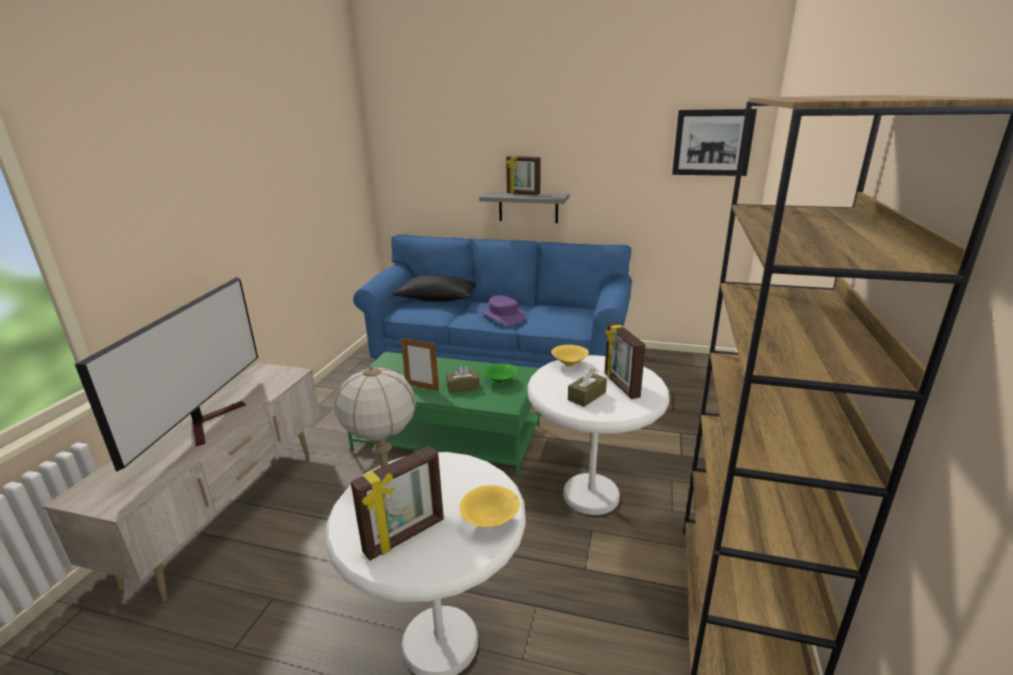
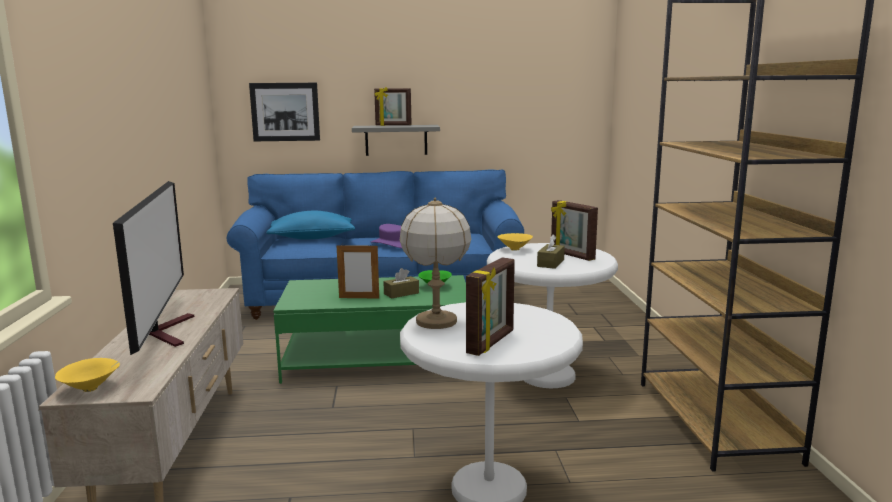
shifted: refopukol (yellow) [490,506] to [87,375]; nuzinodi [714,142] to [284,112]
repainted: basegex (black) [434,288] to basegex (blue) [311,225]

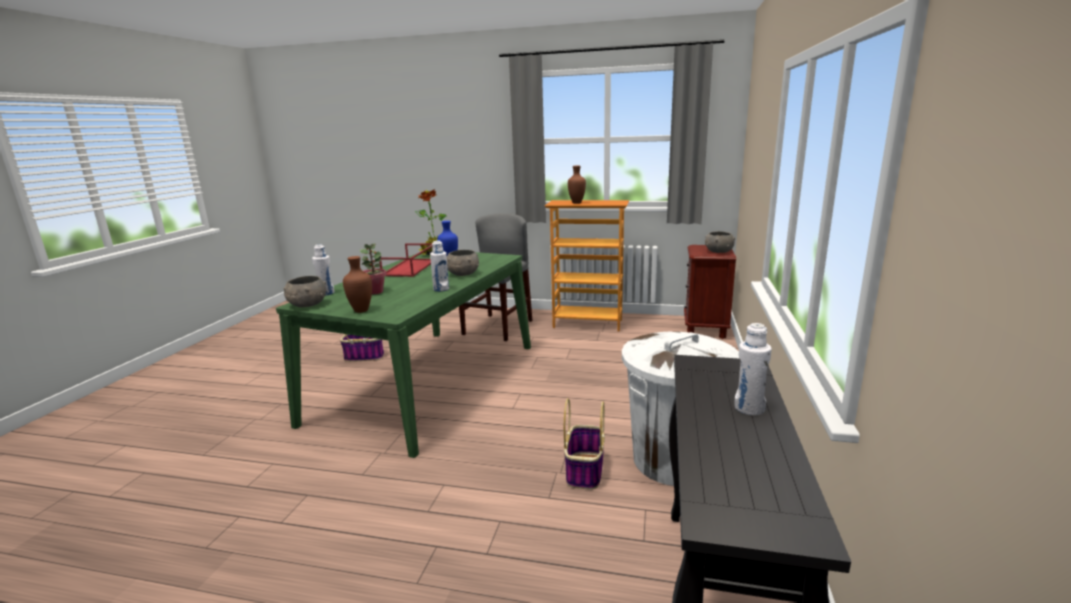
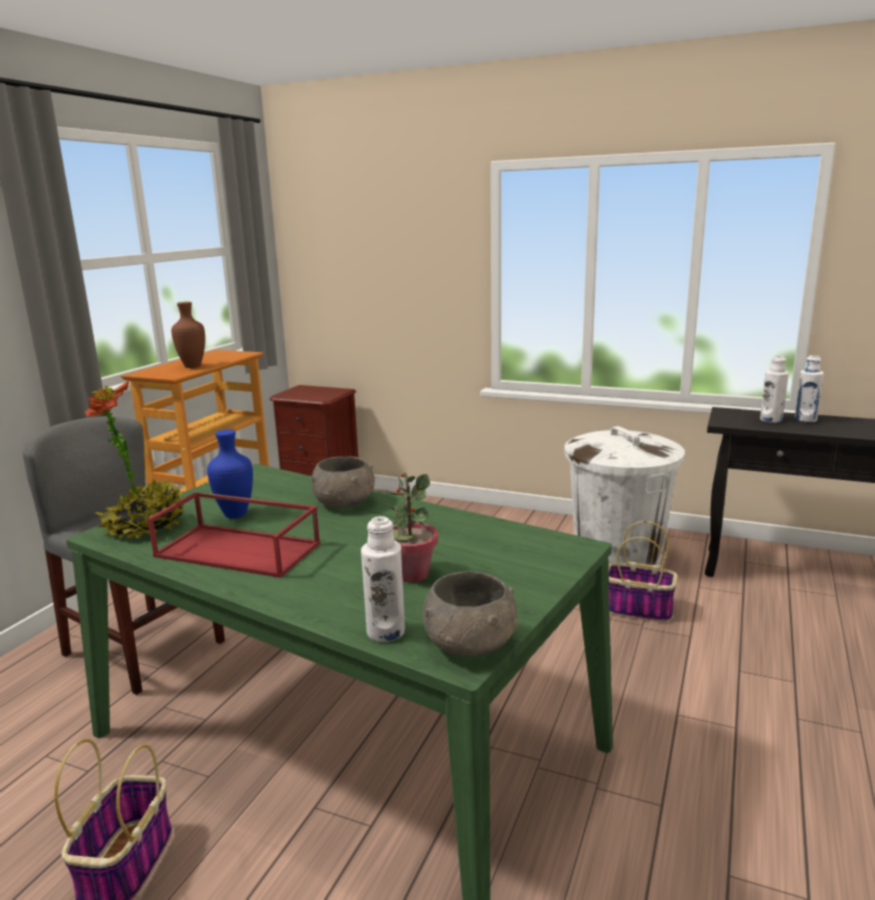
gone: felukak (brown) [357,284]; refopukol (grey) [720,242]
shifted: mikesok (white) [439,266] to [774,389]

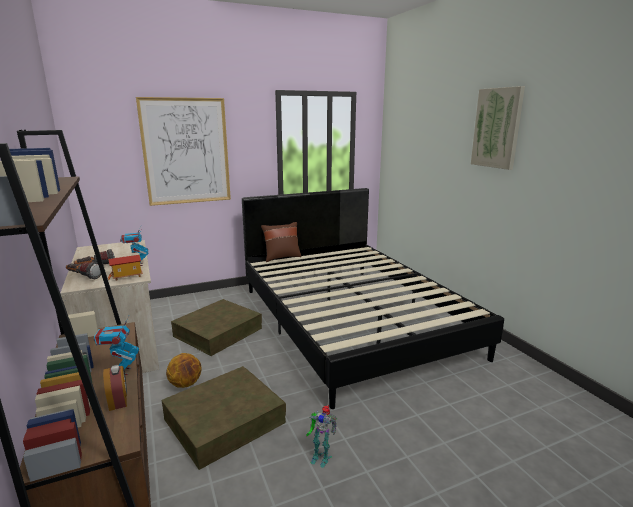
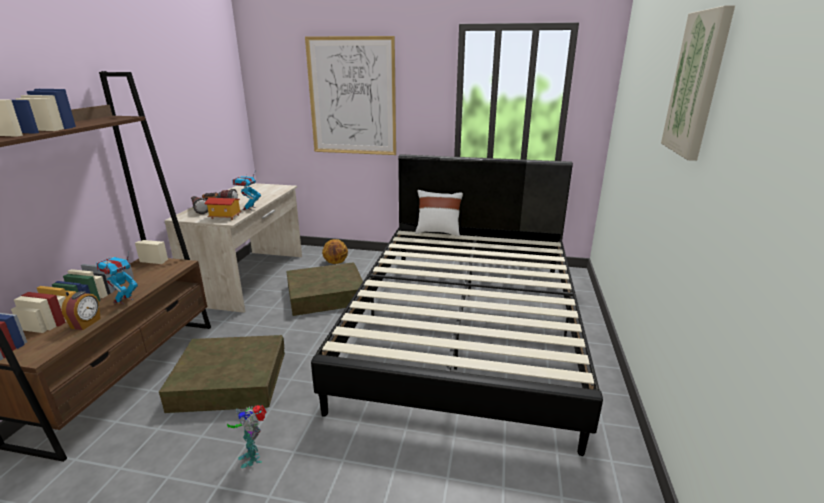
shifted: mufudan [183,370] to [335,251]
repainted: basegex (brown) [281,242] to basegex (white) [439,213]

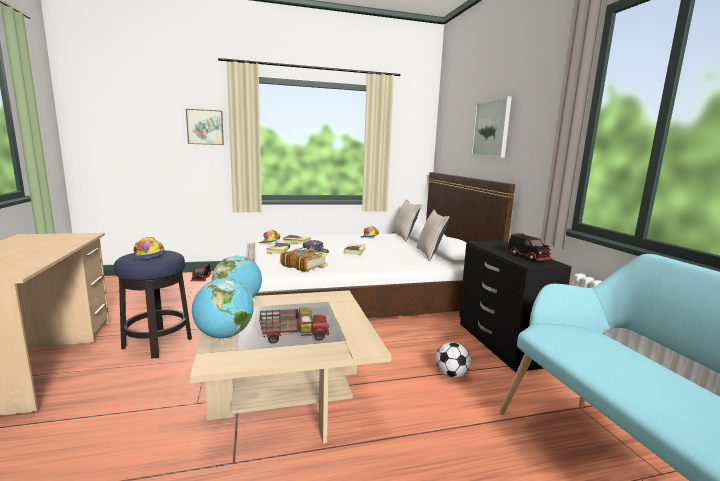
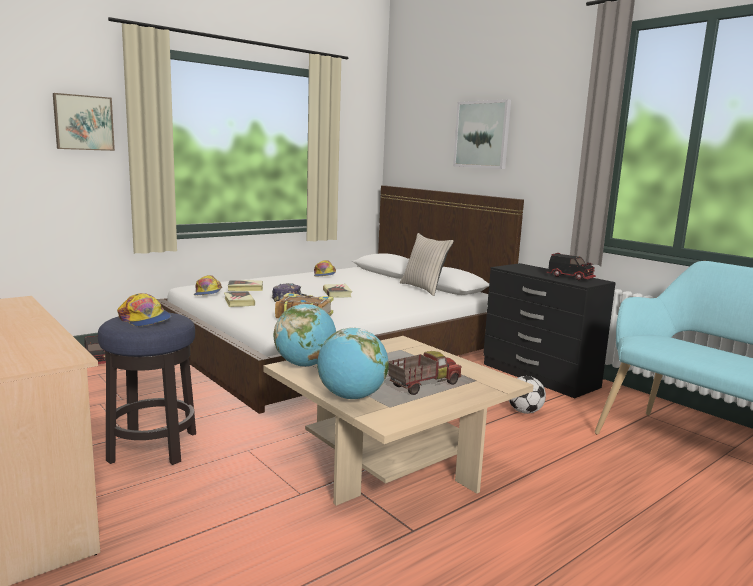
gone: basegex (beige) [407,221]

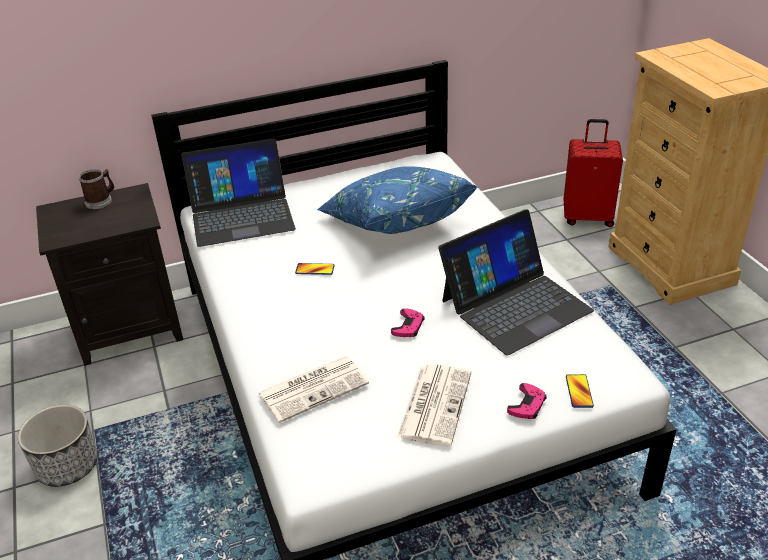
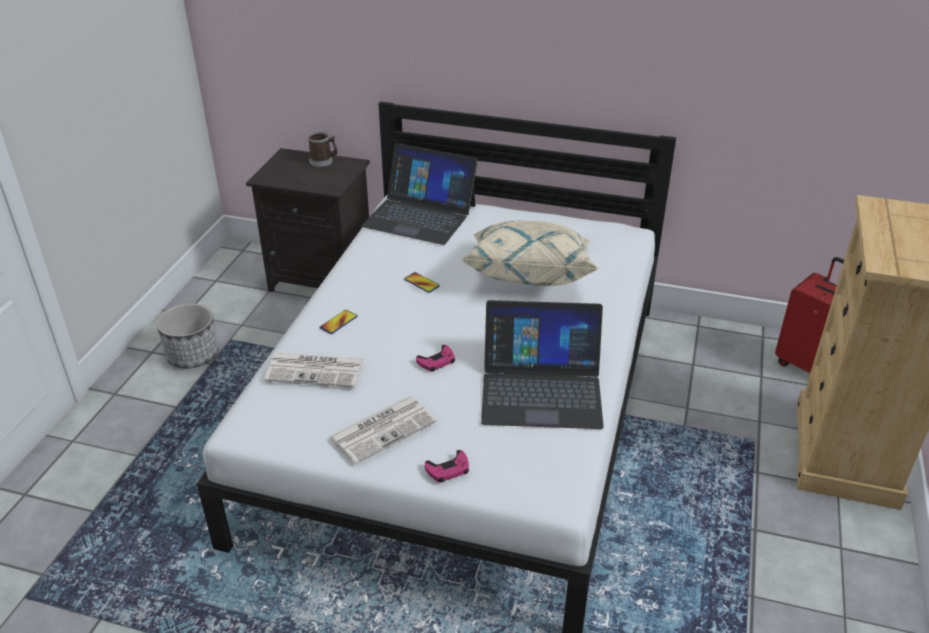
shifted: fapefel [580,391] to [338,322]
repainted: basegex (blue) [398,200] to basegex (beige) [531,253]

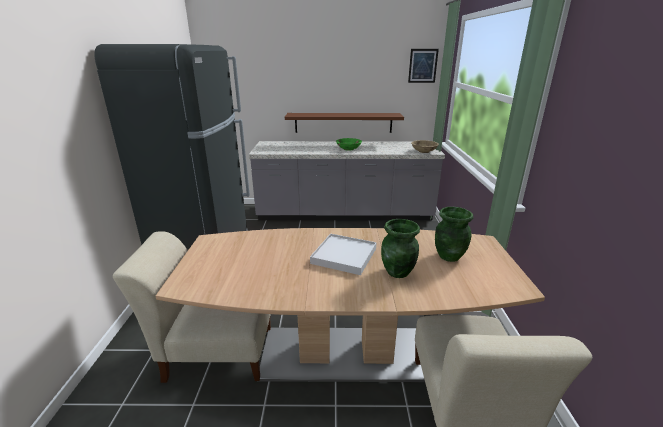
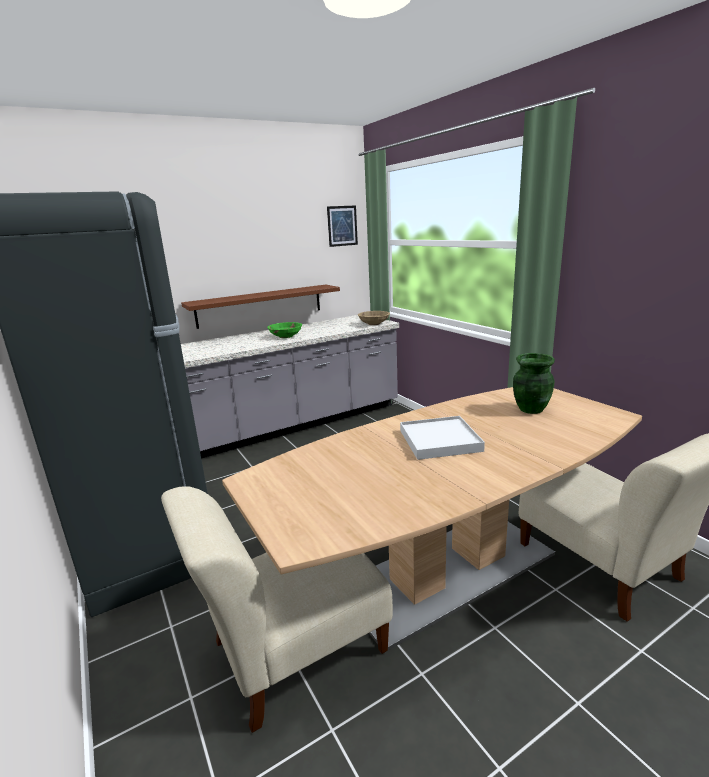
gone: felukak (green) [400,248]

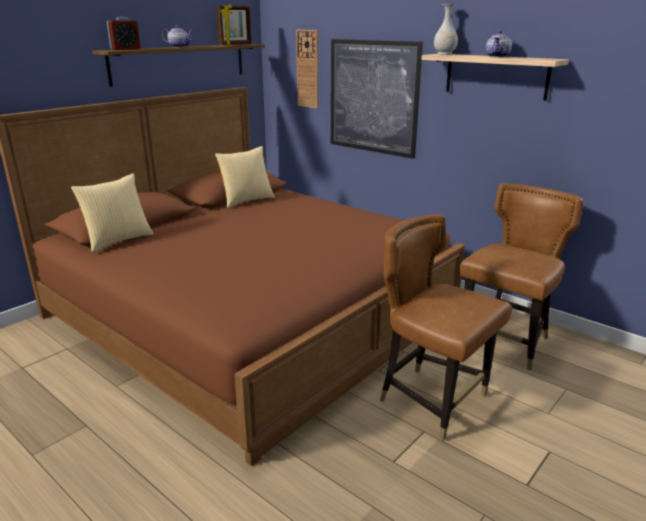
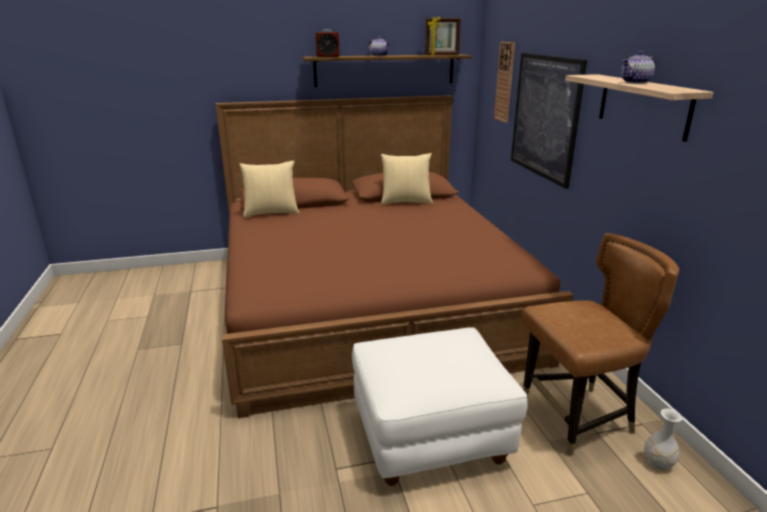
shifted: felukak (white) [446,29] to [663,439]
swapped: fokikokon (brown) [446,327] to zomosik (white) [439,406]

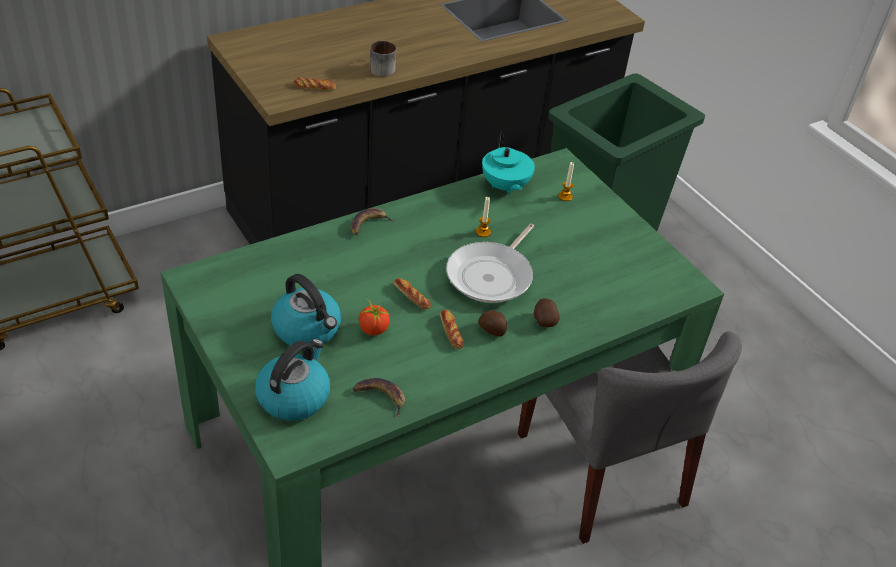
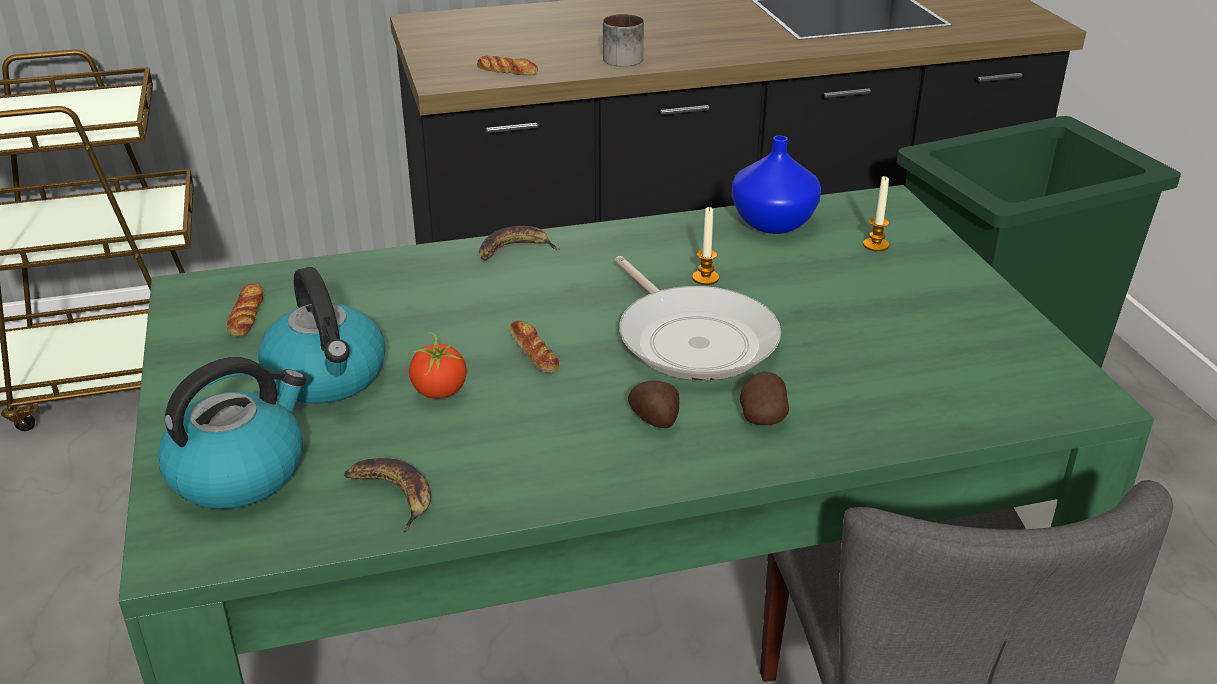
shifted: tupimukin [452,329] to [245,309]
swapped: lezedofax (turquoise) [508,163] to felukak (blue) [776,184]
rotated: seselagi [490,263] = [698,318] 75 degrees counterclockwise

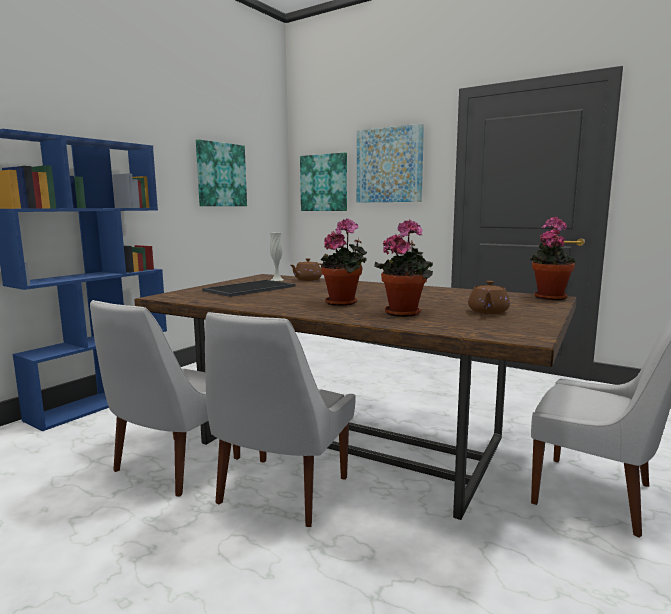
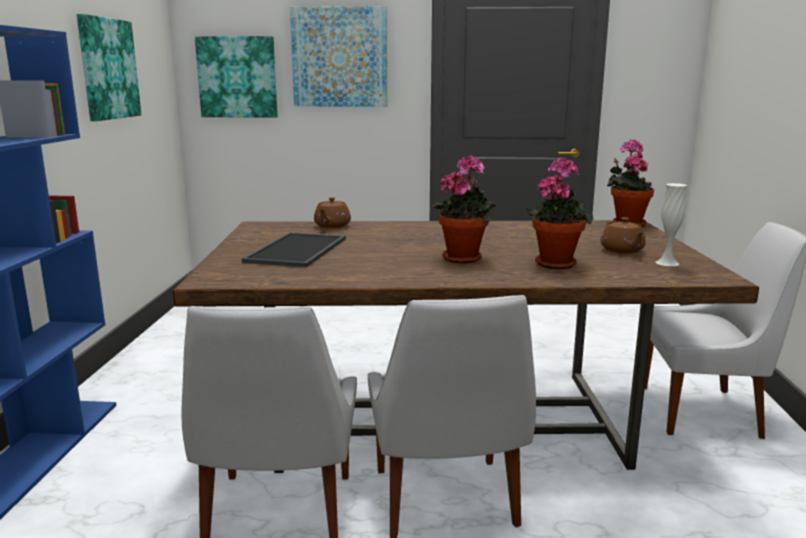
shifted: felukak (white) [276,256] to [671,224]

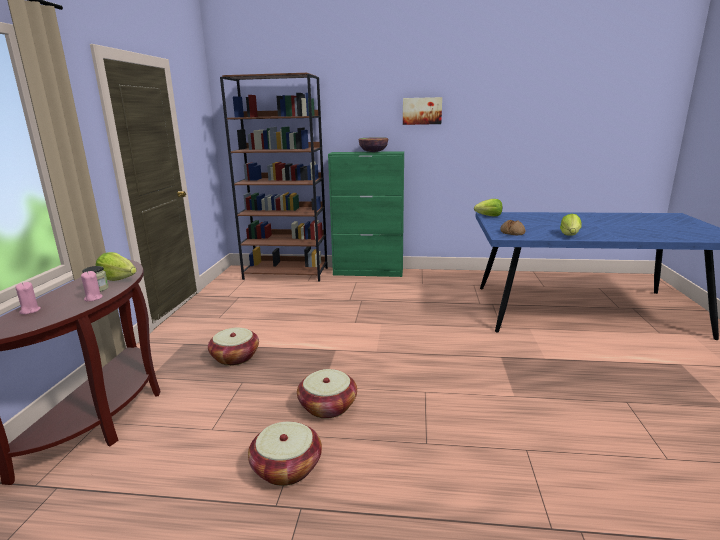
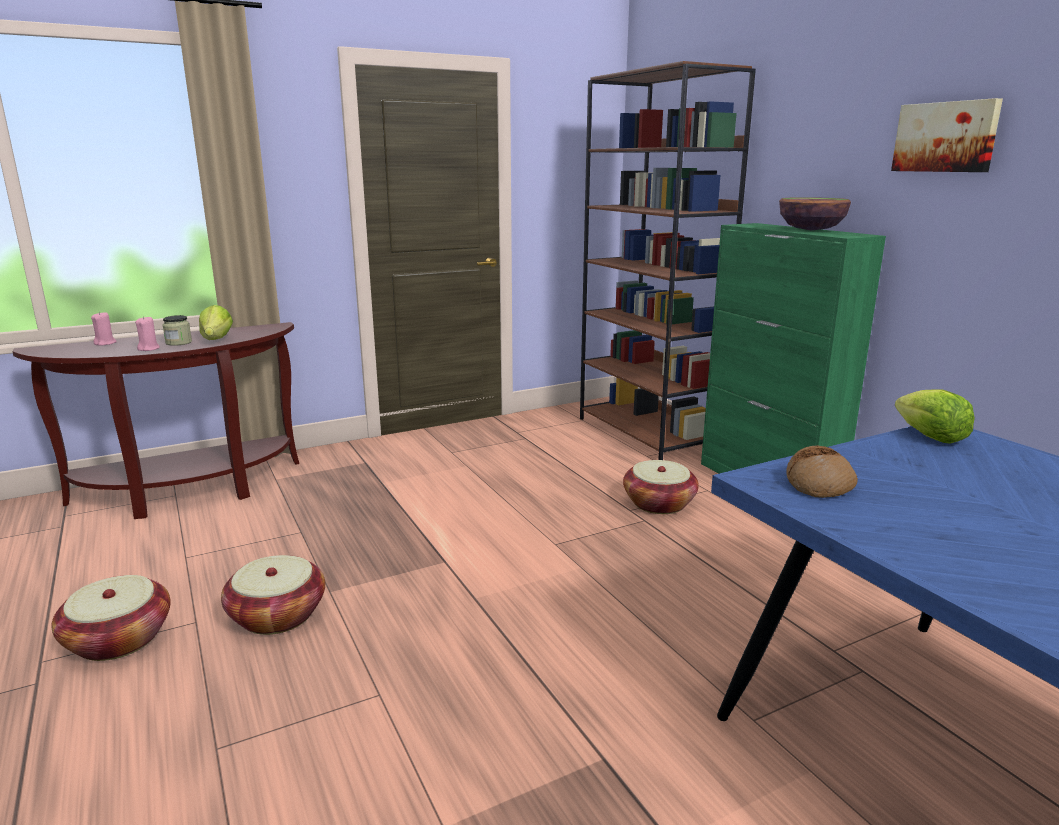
gone: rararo [571,225]
shifted: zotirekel [233,347] to [661,487]

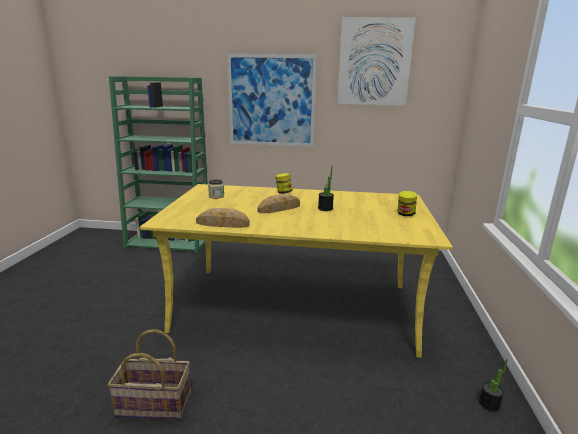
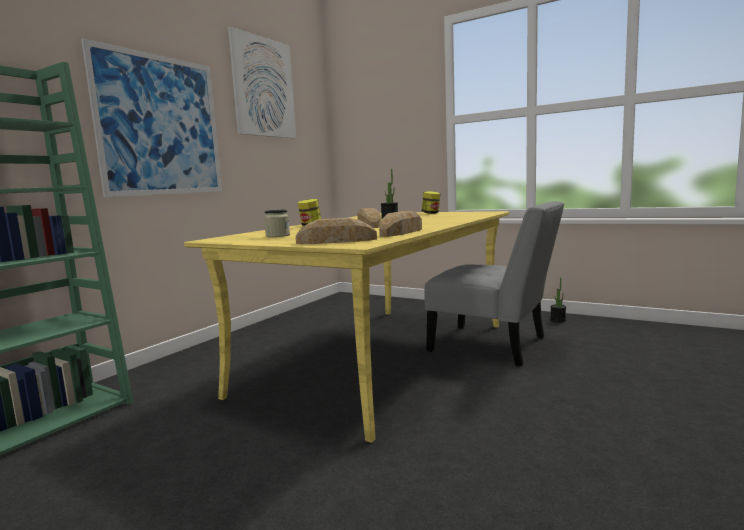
gone: zotirekel [149,374]
new: tupimukin [336,231]; fokikokon (grey) [494,283]

